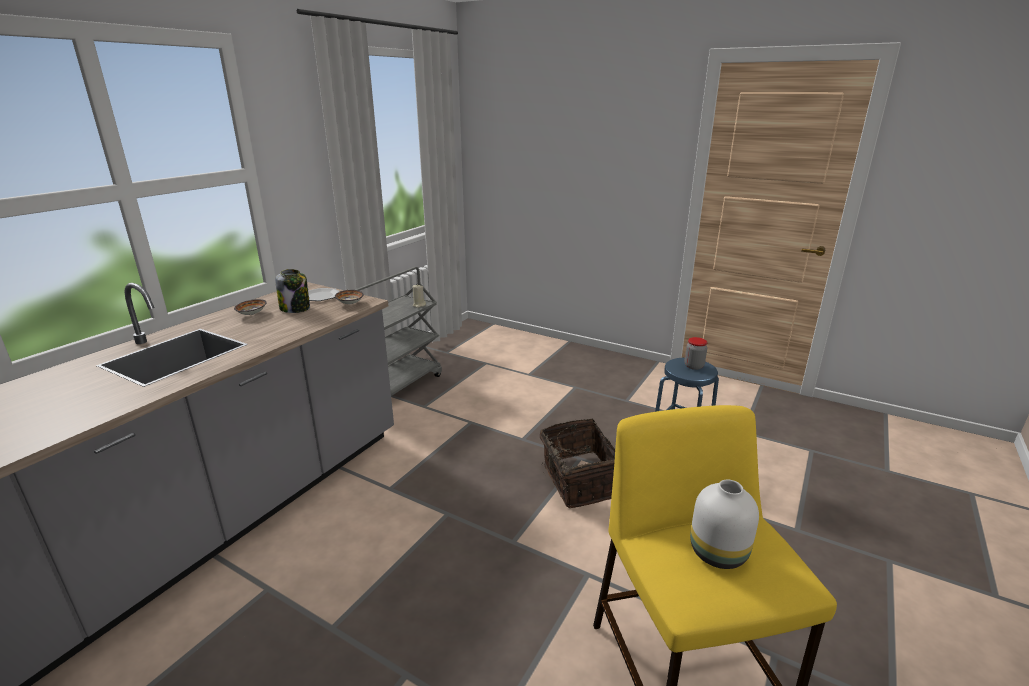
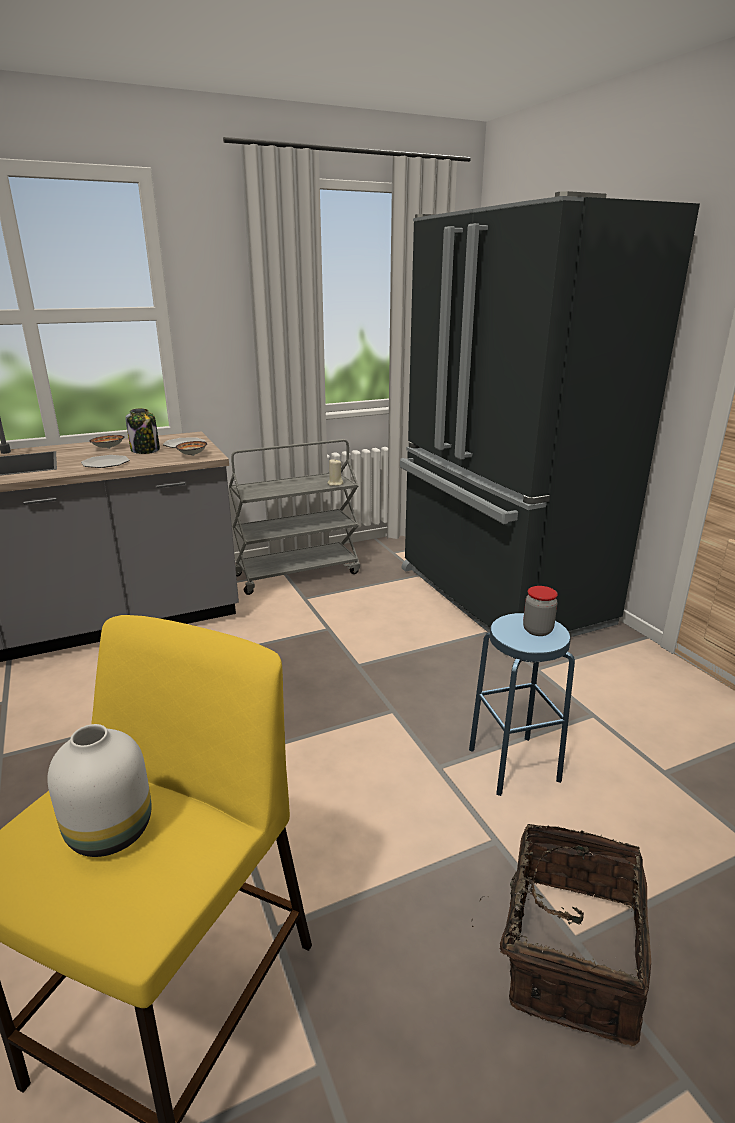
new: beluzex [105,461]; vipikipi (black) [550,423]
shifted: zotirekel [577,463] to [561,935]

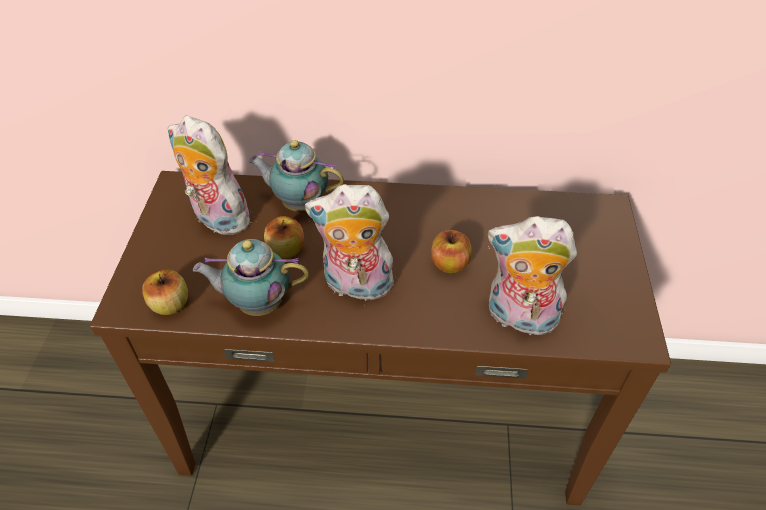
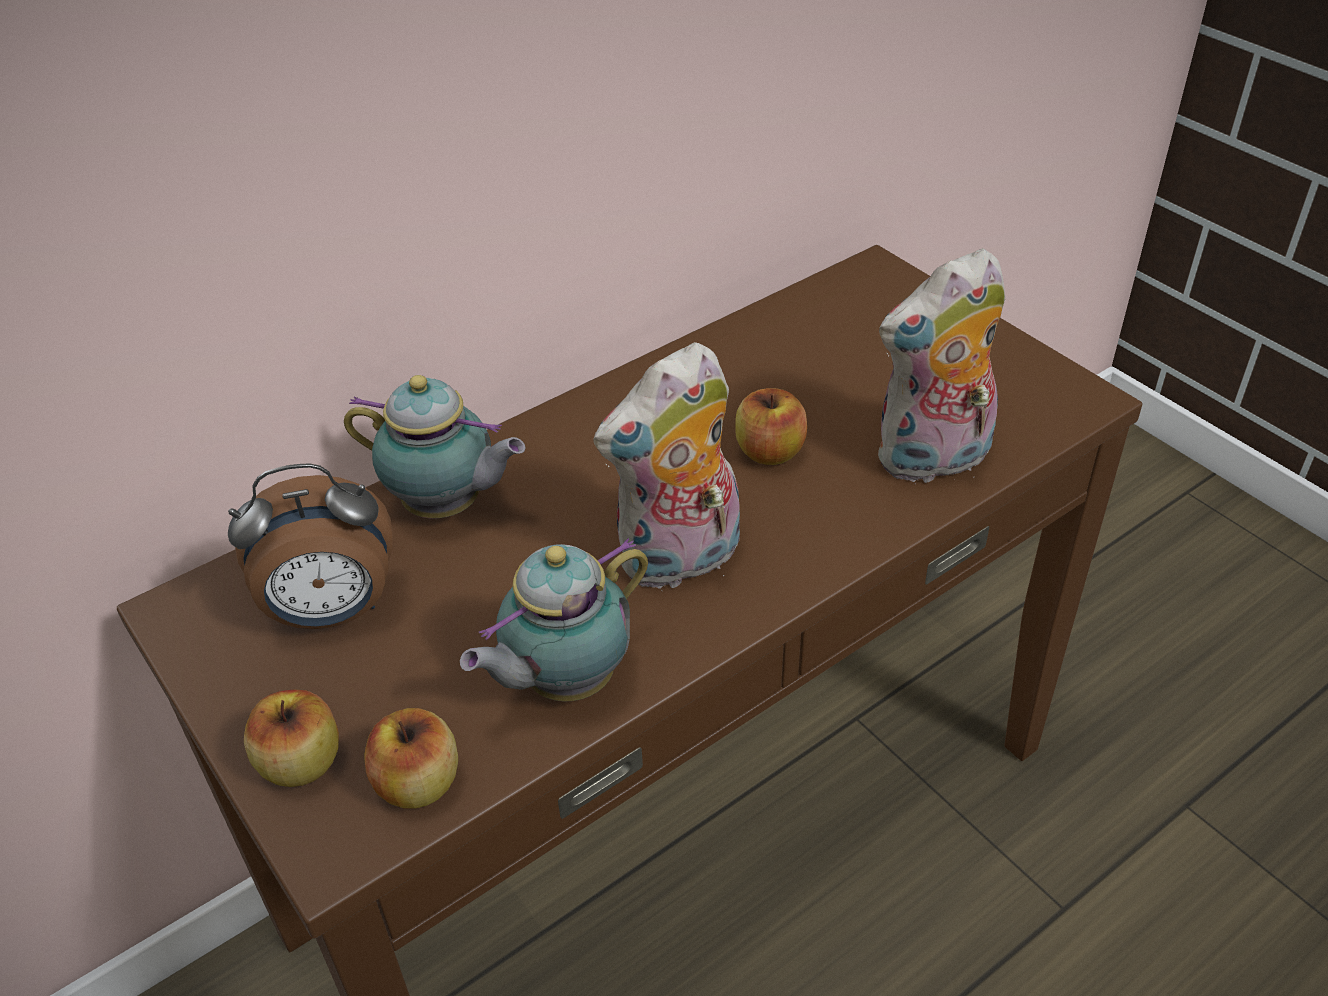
shifted: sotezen [284,237] to [291,738]
swapped: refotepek [211,175] to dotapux [310,546]
rotated: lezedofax [296,176] = [434,446] 135 degrees counterclockwise

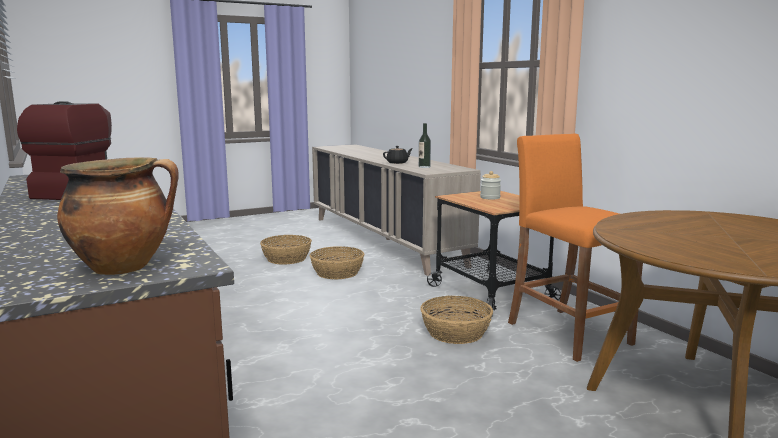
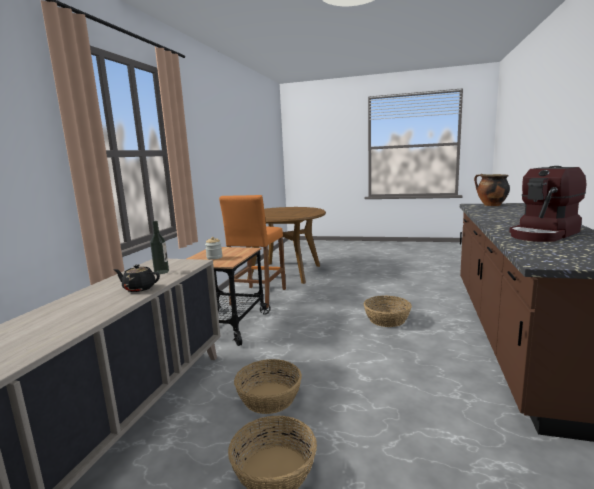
shifted: zotirekel [456,320] to [388,311]

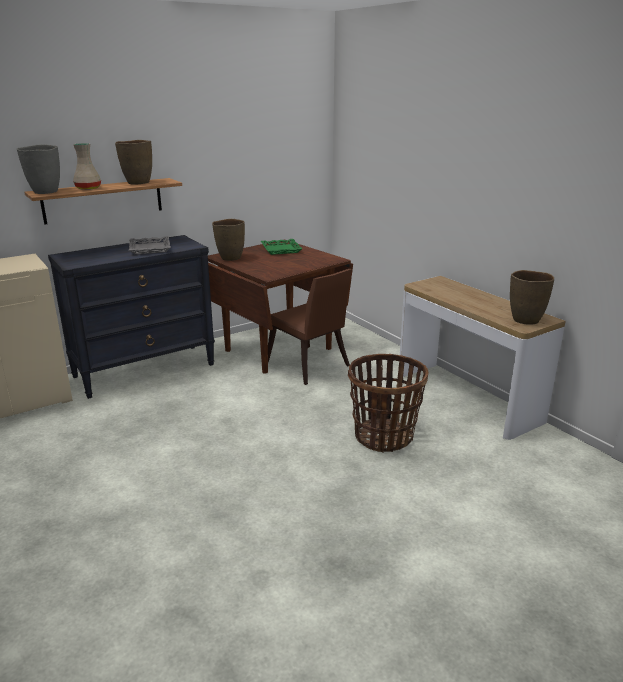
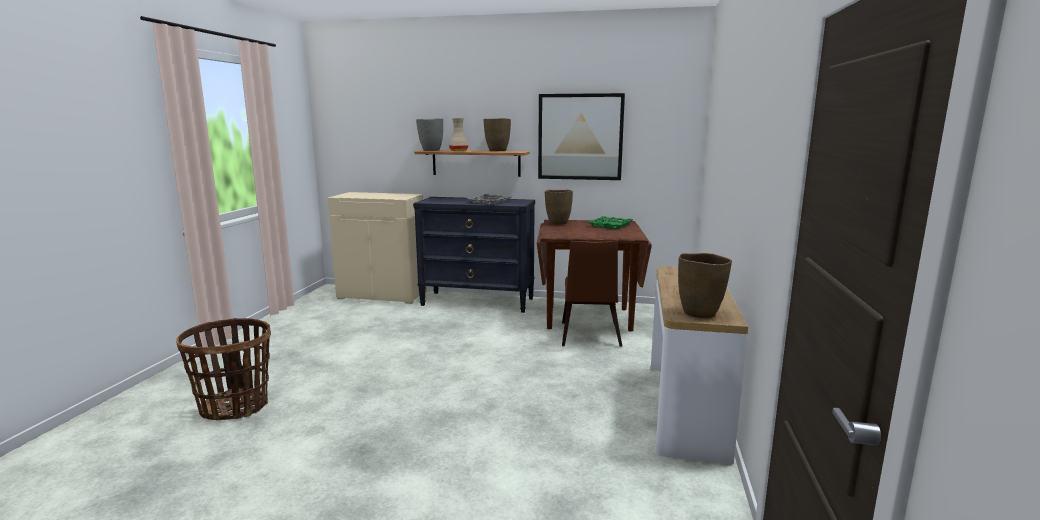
new: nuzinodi [581,136]
shifted: zotirekel [388,403] to [223,369]

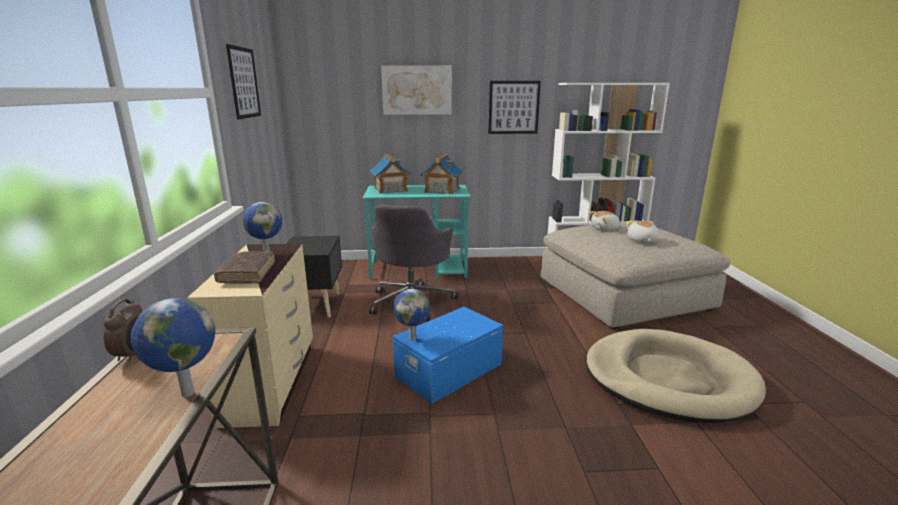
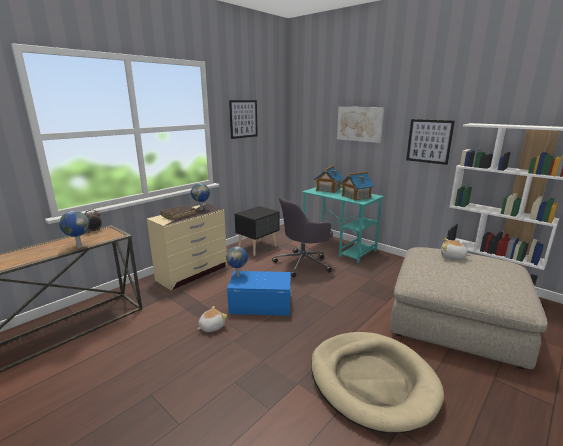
shifted: refotepek [642,232] to [212,319]

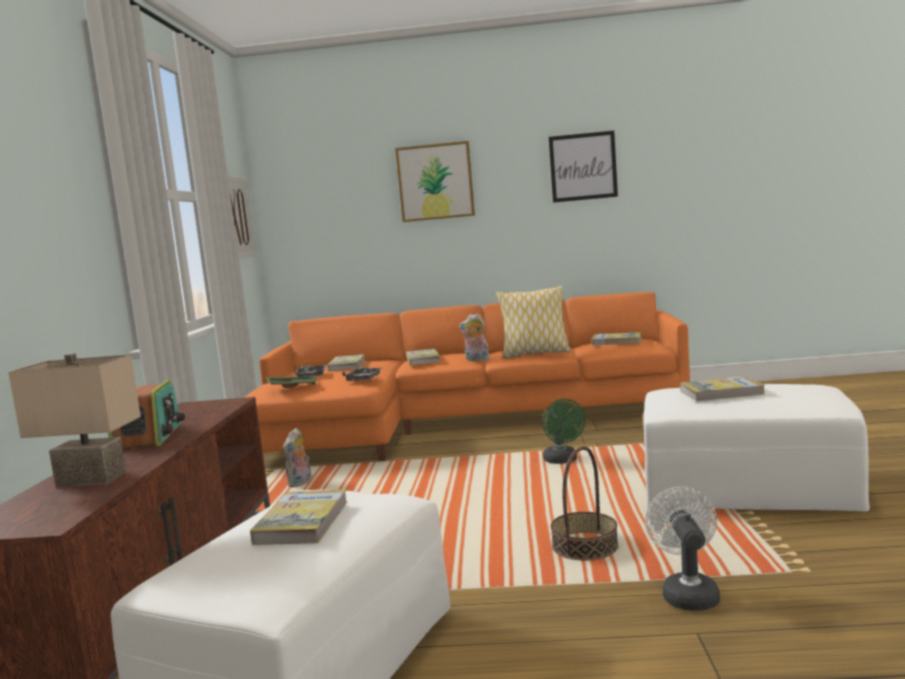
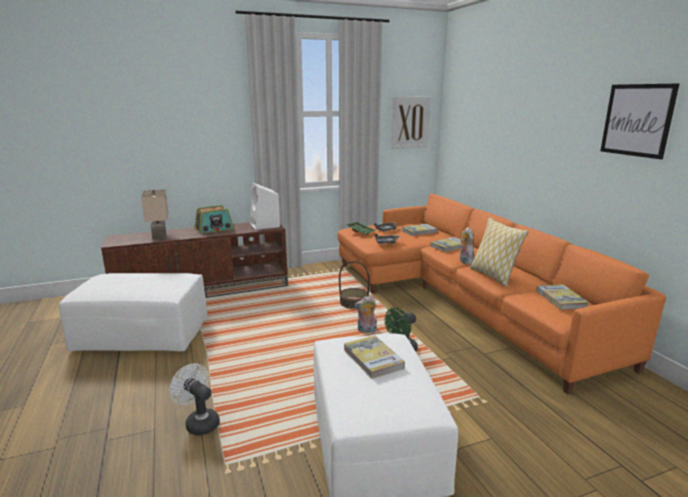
gone: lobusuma [299,517]; nuzinodi [435,181]
new: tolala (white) [265,206]
shifted: zotirekel [585,503] to [354,285]; refotepek [297,457] to [365,314]
rotated: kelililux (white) [682,549] = [194,399] 120 degrees counterclockwise

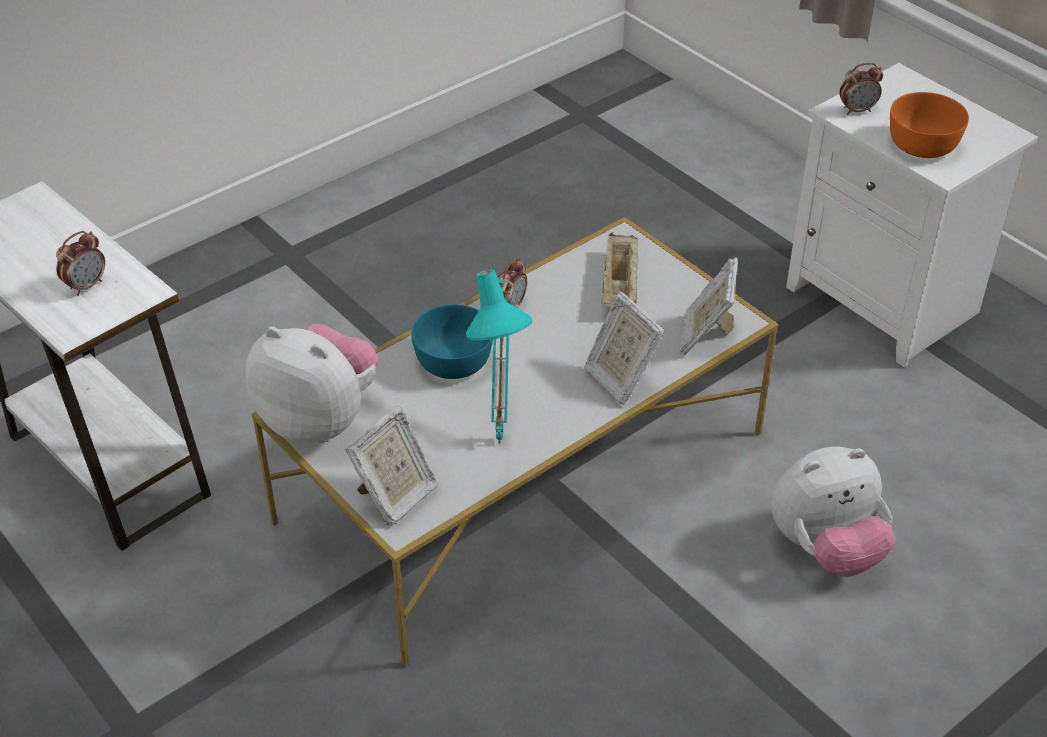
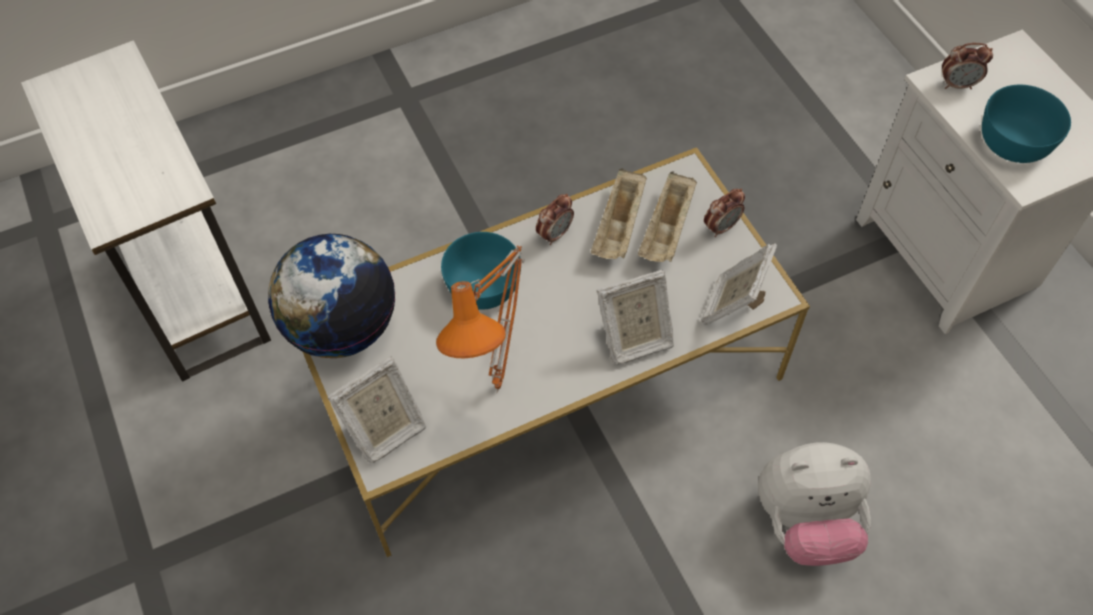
new: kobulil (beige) [619,213]
shifted: dotapux [80,263] to [724,213]
swapped: refotepek [311,383] to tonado [331,296]
repainted: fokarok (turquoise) [499,357] to fokarok (orange) [480,318]; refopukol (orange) [929,125] to refopukol (turquoise) [1026,124]
rotated: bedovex [624,348] = [635,316] 90 degrees counterclockwise

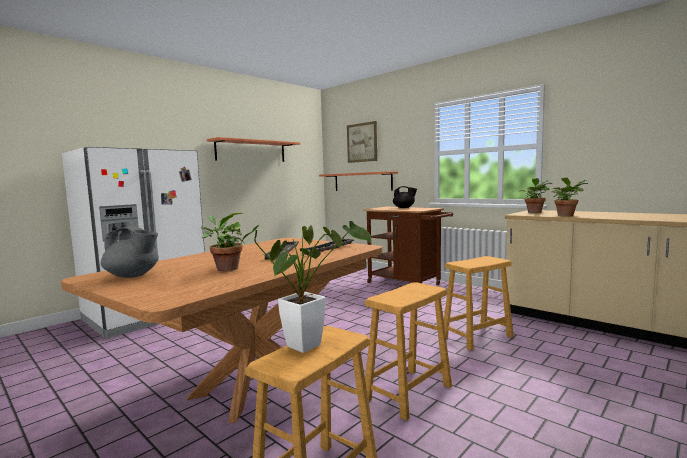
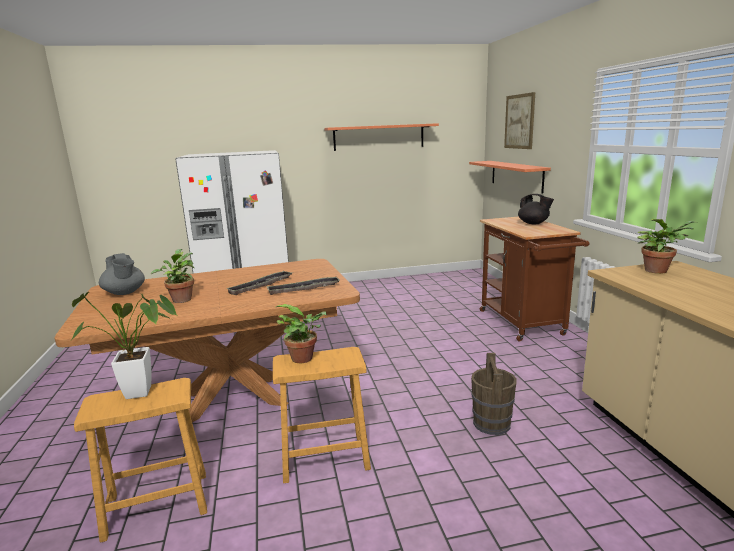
shifted: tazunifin [570,197] to [301,333]
swapped: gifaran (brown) [479,303] to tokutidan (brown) [494,394]

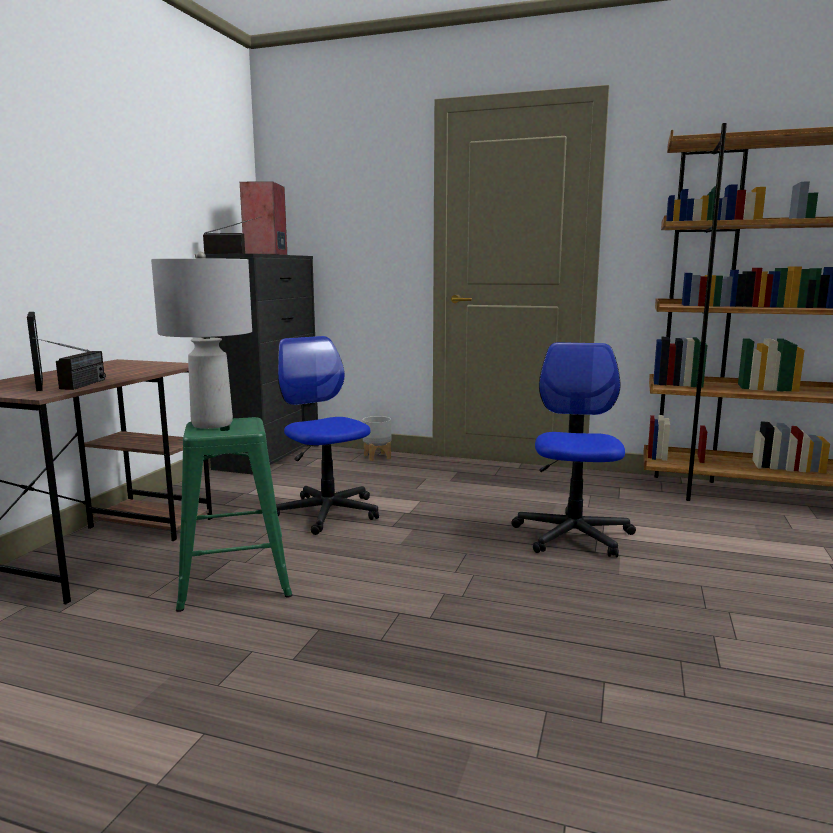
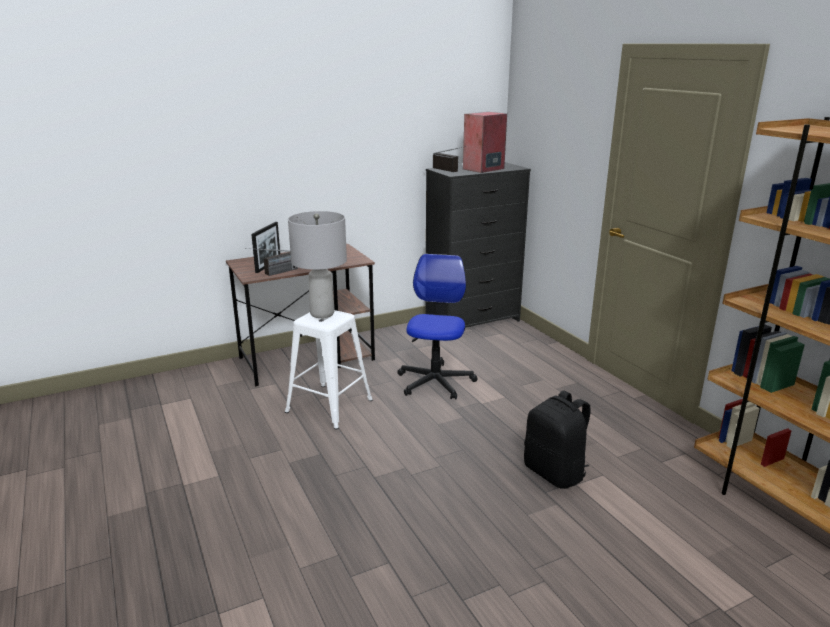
gone: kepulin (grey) [376,438]
swapped: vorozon [573,449] to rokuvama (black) [557,440]
repainted: gifaran (green) [234,514] to gifaran (white) [329,369]

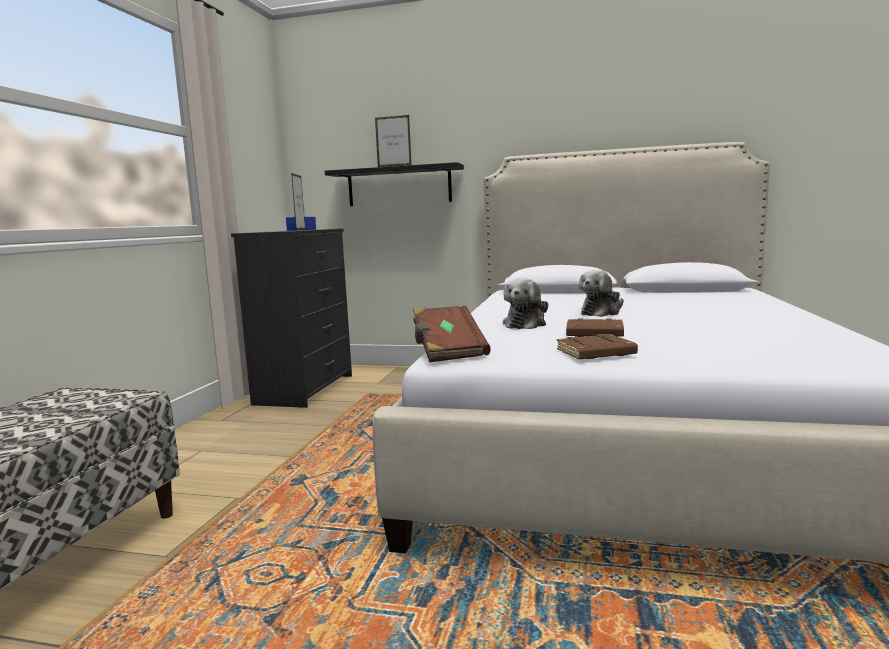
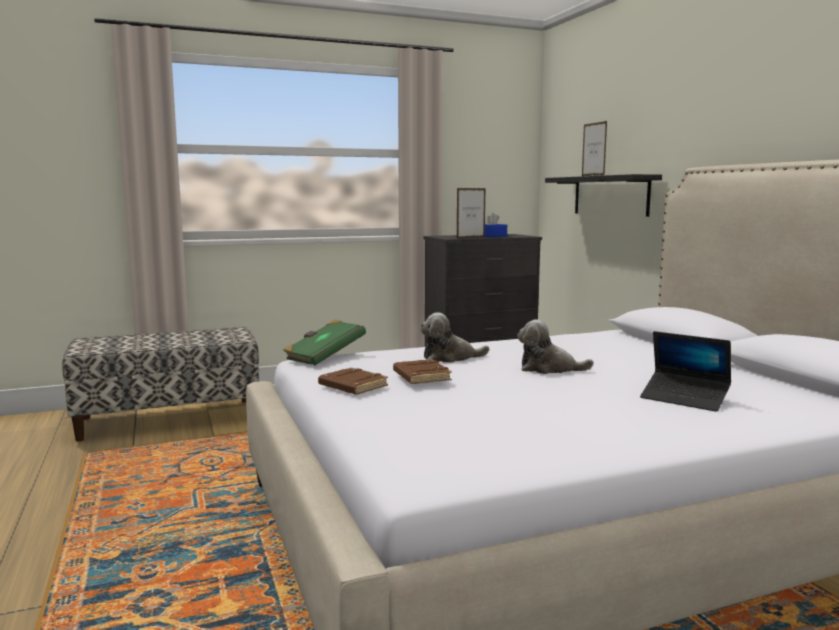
new: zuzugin [685,371]
repainted: lobusuma (brown) [452,334] to lobusuma (green) [324,342]

